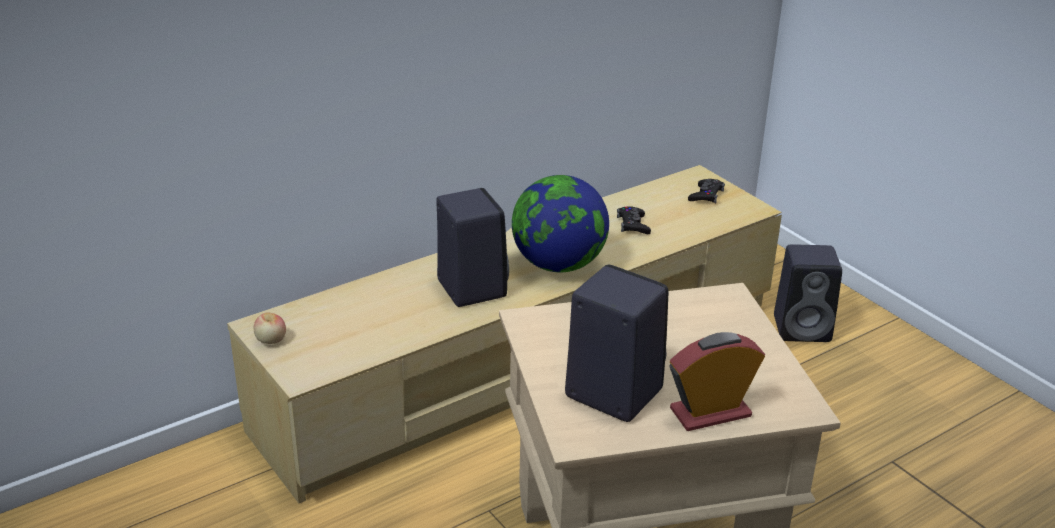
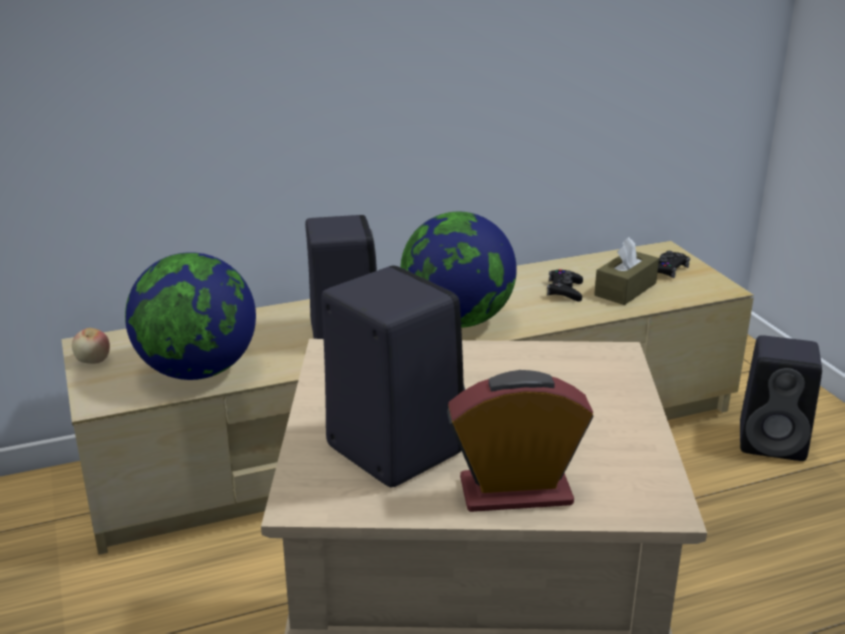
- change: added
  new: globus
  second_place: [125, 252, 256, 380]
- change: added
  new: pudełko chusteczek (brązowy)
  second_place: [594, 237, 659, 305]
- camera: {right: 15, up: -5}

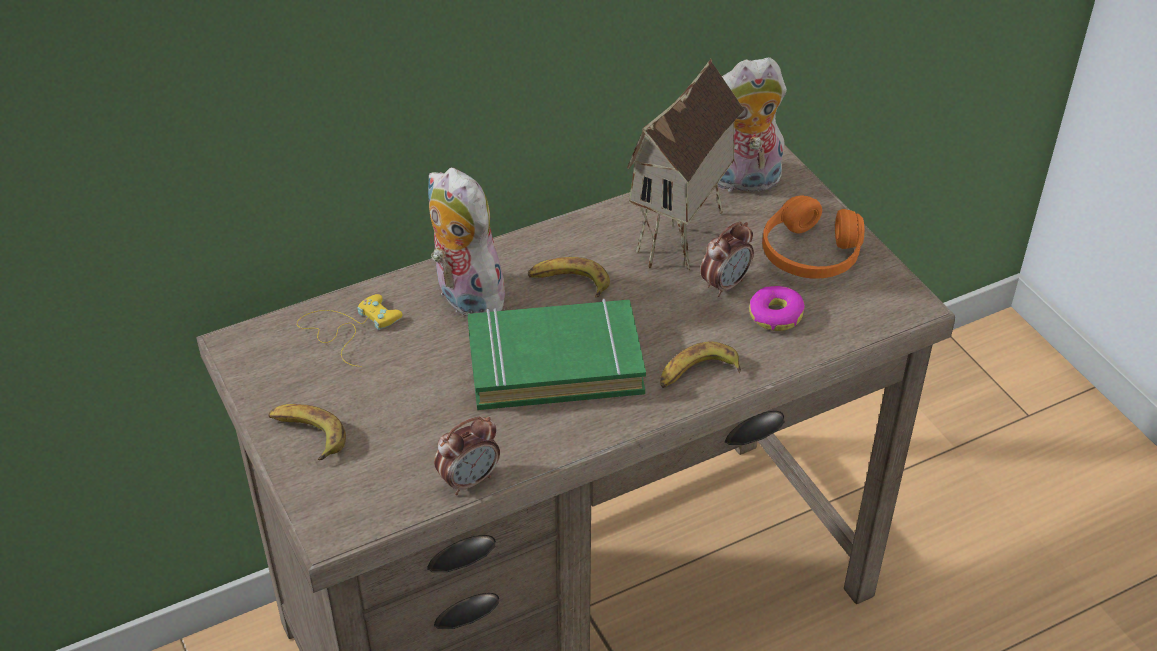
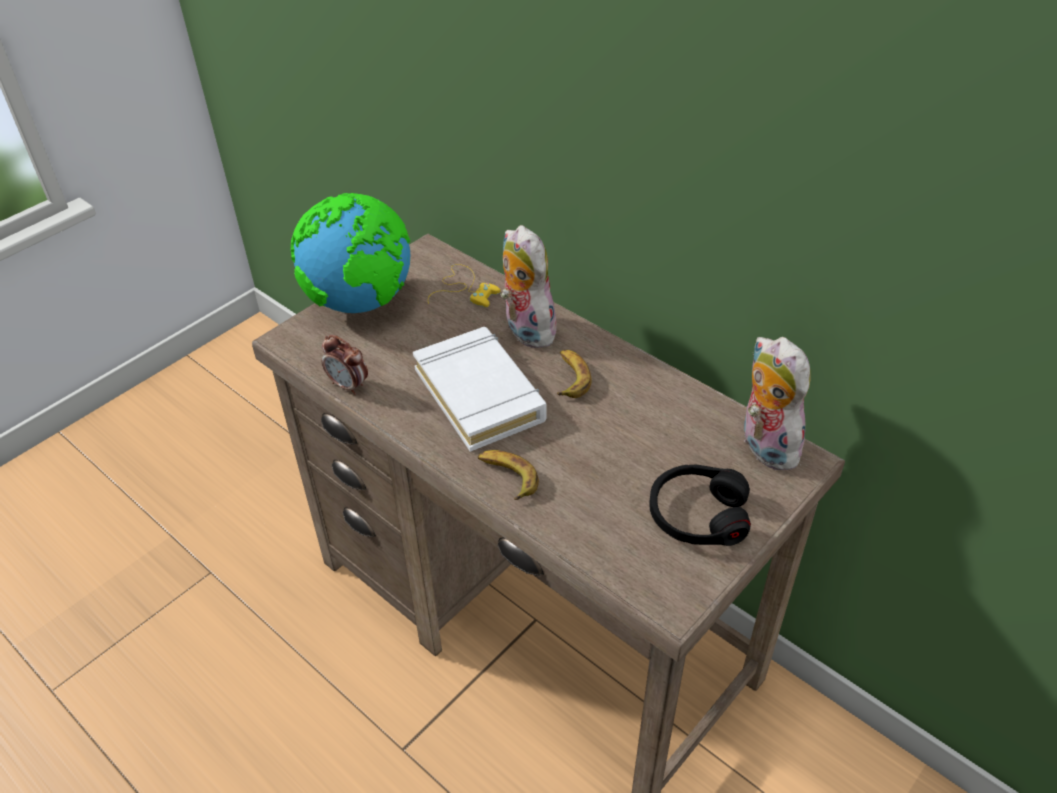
- change: removed
  old: domek
  first_place: [627, 59, 744, 271]
- change: removed
  old: budzik
  first_place: [701, 221, 754, 297]
- change: removed
  old: donut
  first_place: [749, 286, 805, 331]
- change: replaced
  old: banan
  new: globus
  first_place: [268, 404, 346, 460]
  second_place: [291, 193, 410, 313]
- change: recoloured
  old: książka (zielony)
  new: książka (biały)
  first_place: [468, 298, 646, 410]
  second_place: [413, 327, 546, 452]
- change: recoloured
  old: słuchawki (pomarańczowy)
  new: słuchawki (czarny)
  first_place: [762, 195, 864, 279]
  second_place: [649, 464, 751, 546]
- change: turned
  old: pluszak
  first_place: [428, 168, 512, 317]
  second_place: [500, 225, 560, 348]
  degrees: -60
- camera: {right: 70, up: 0}

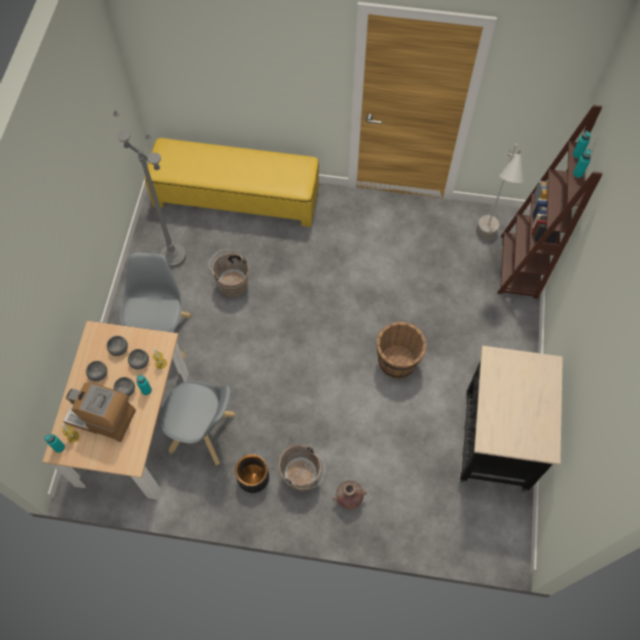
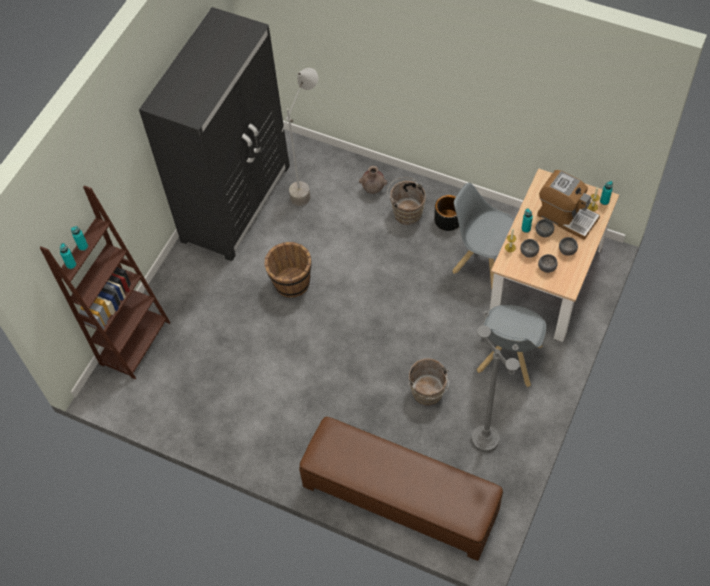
- change: moved
  old: lampa stojąca (szary)
  first_place: [476, 144, 524, 240]
  second_place: [282, 68, 318, 206]
- change: replaced
  old: wózek (czarny)
  new: szafka (czarny)
  first_place: [458, 346, 563, 492]
  second_place: [139, 7, 290, 261]
- change: recoloured
  old: ławka (żółty)
  new: ławka (brązowy)
  first_place: [145, 138, 319, 227]
  second_place: [299, 417, 503, 561]
- camera: {right: -160, up: -5}

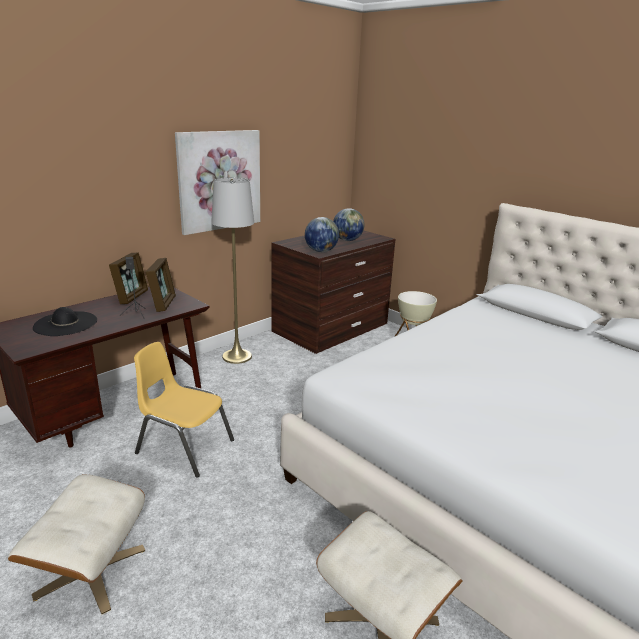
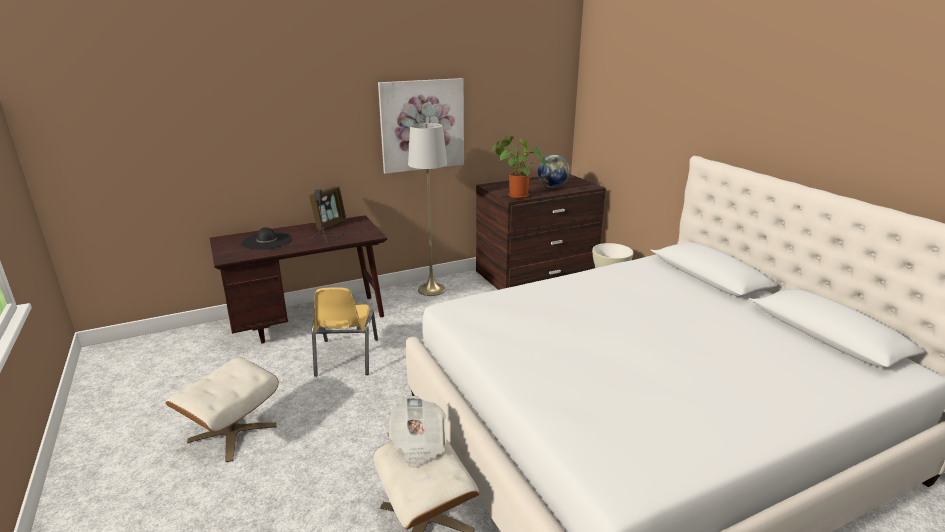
- change: removed
  old: ramka na zdjęcie
  first_place: [146, 258, 176, 312]
- change: added
  new: gazeta
  second_place: [387, 396, 447, 468]
- change: replaced
  old: globus
  new: roślina doniczkowa
  first_place: [305, 217, 339, 252]
  second_place: [491, 136, 546, 199]
- change: turned
  old: krzesło (żółty)
  first_place: [134, 342, 234, 478]
  second_place: [312, 287, 378, 377]
  degrees: -135
- camera: {right: 20, up: 0}

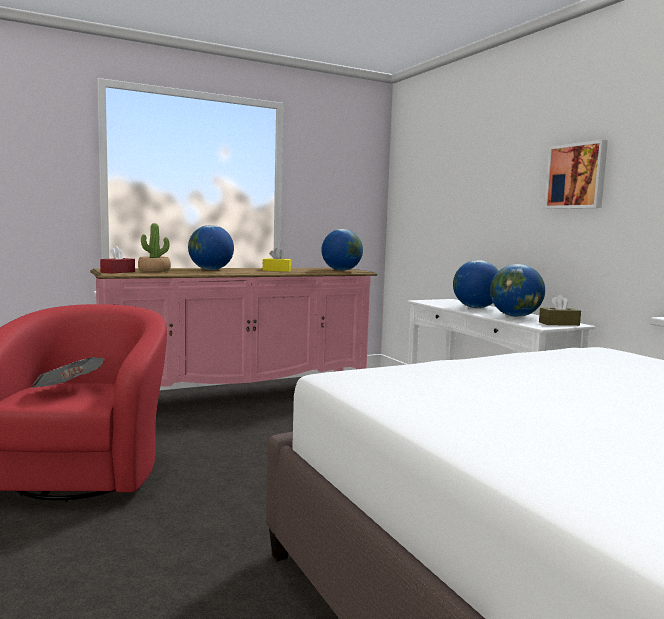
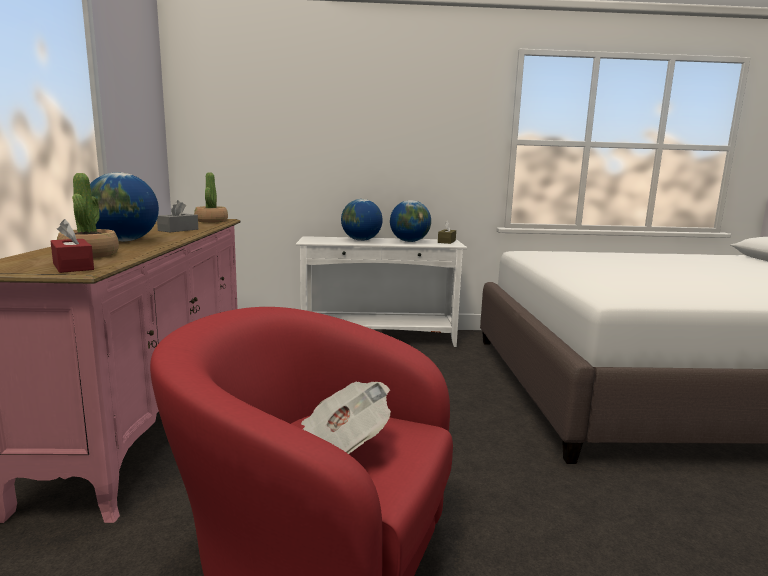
- change: removed
  old: obraz
  first_place: [544, 140, 608, 209]
- change: replaced
  old: globus
  new: roślina doniczkowa
  first_place: [322, 229, 363, 271]
  second_place: [194, 172, 228, 223]
- change: recoloured
  old: pudełko chusteczek (żółty)
  new: pudełko chusteczek (szary)
  first_place: [263, 248, 291, 272]
  second_place: [157, 200, 198, 232]
- camera: {right: -65, up: 5}

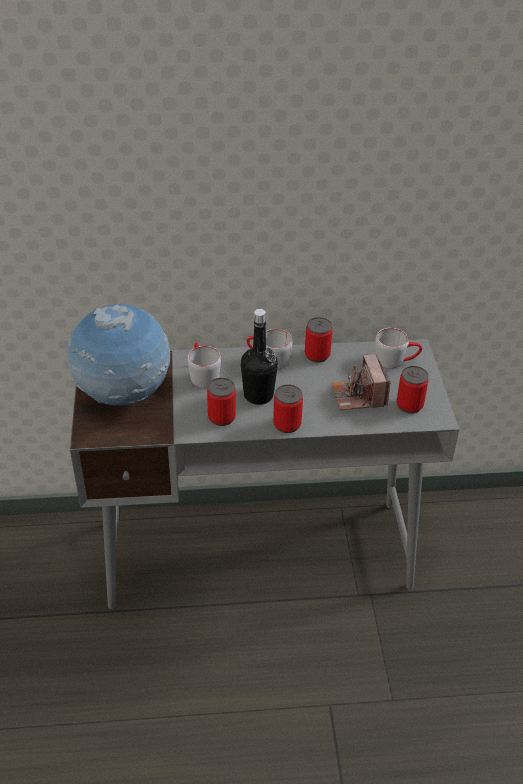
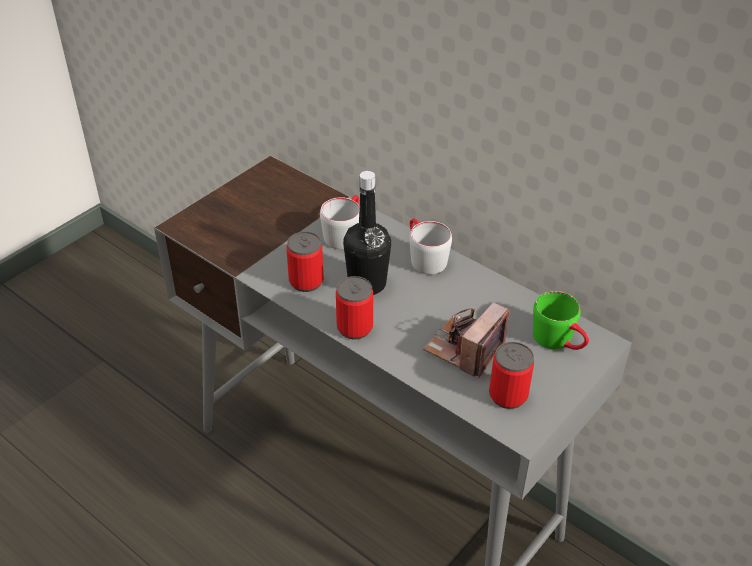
- change: removed
  old: globus
  first_place: [68, 304, 170, 405]
- change: removed
  old: puszka
  first_place: [305, 317, 333, 362]
- change: recoloured
  old: kubek (szary)
  new: kubek (zielony)
  first_place: [375, 328, 422, 369]
  second_place: [533, 291, 589, 350]
- camera: {right: 45, up: 0}

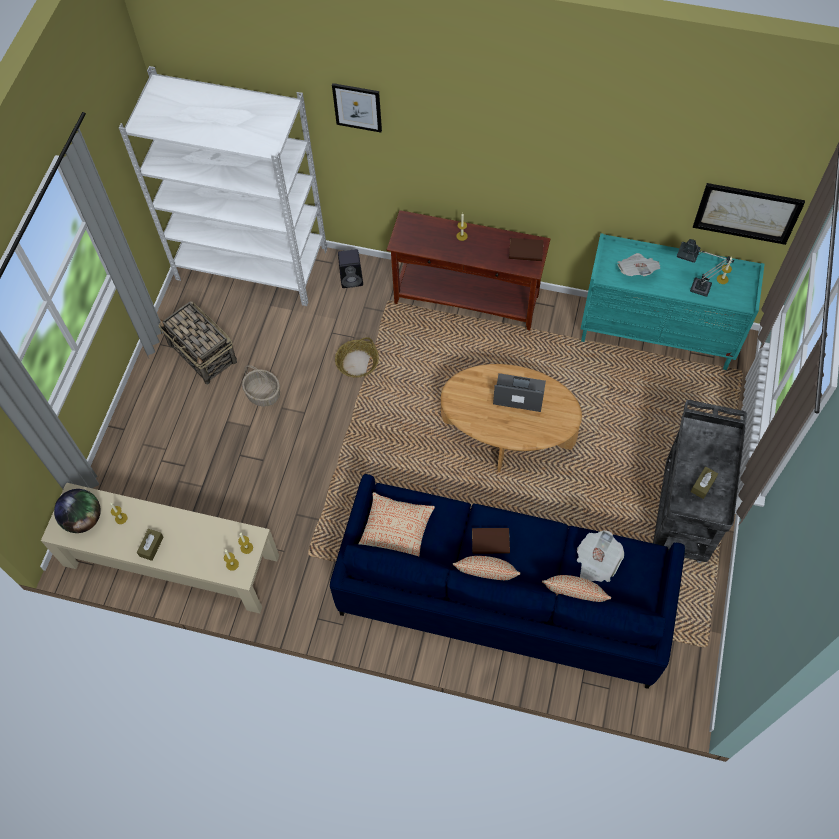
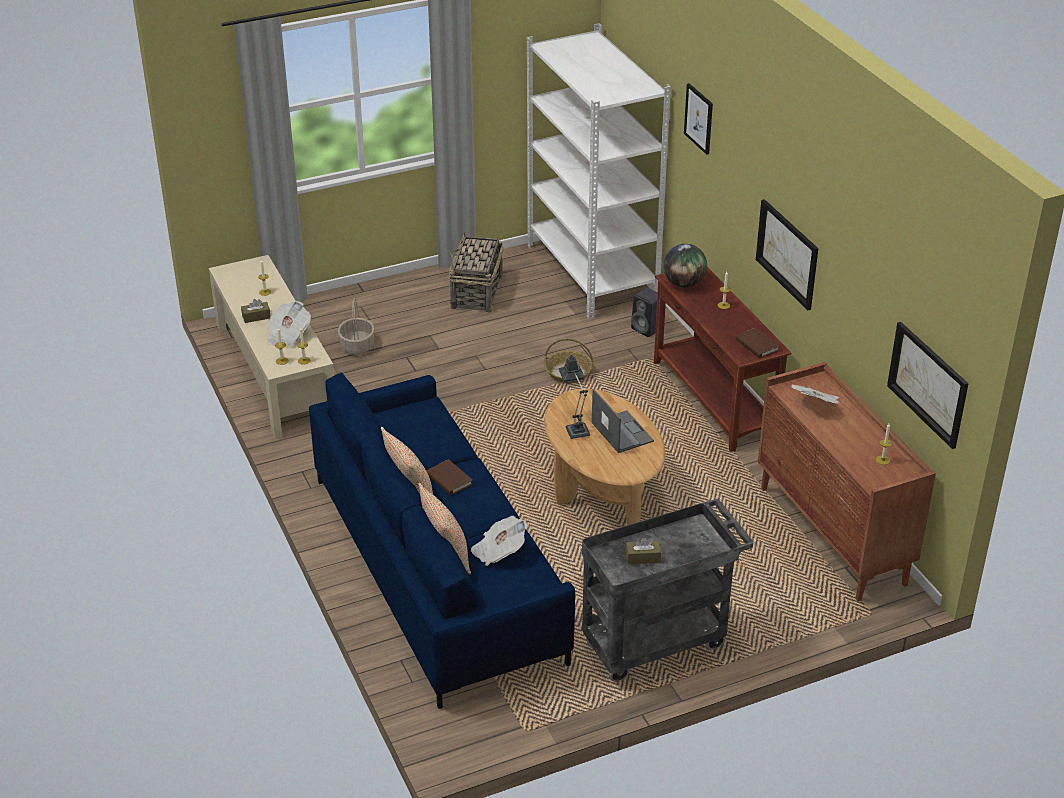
- change: removed
  old: poduszka (beżowy)
  first_place: [358, 492, 435, 556]
- change: added
  new: gazeta
  second_place: [267, 301, 311, 346]
- change: added
  new: obraz
  second_place: [756, 199, 818, 310]
- change: moved
  old: globus
  first_place: [54, 489, 101, 533]
  second_place: [663, 244, 707, 288]
- change: moved
  old: koszyk
  first_place: [242, 365, 280, 407]
  second_place: [338, 298, 374, 355]
- change: moved
  old: lampa stołowa
  first_place: [677, 239, 734, 297]
  second_place: [559, 356, 590, 439]
- change: recoloured
  old: szafka (turkusowy)
  new: szafka (brązowy)
  first_place: [580, 233, 765, 370]
  second_place: [758, 362, 936, 601]
- camera: {right: 50, up: -25}

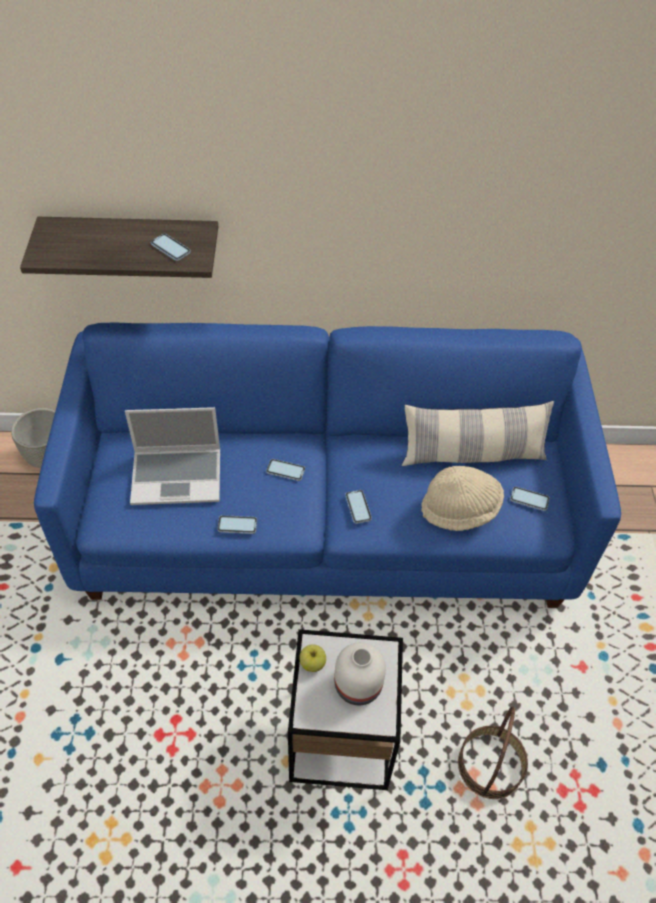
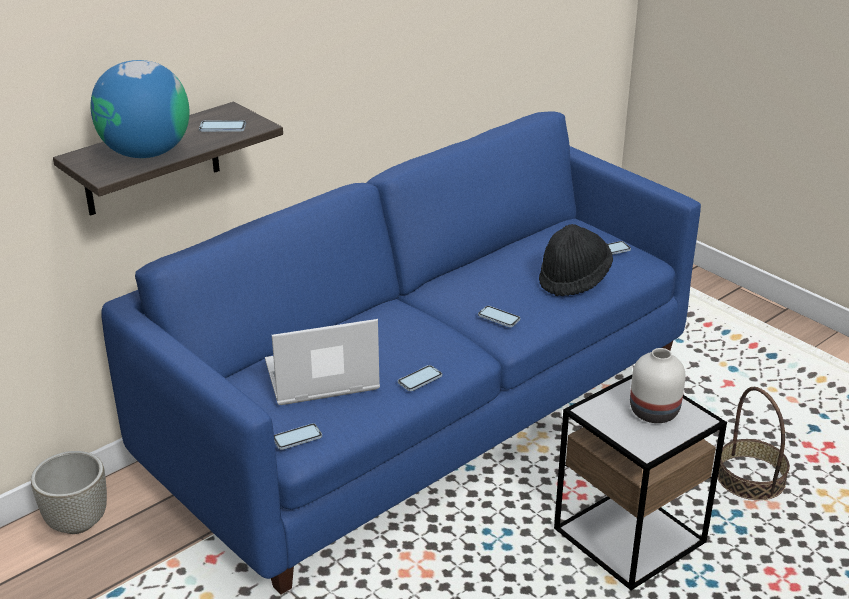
- change: removed
  old: jabłko
  first_place: [299, 644, 326, 672]
- change: removed
  old: poduszka
  first_place: [402, 401, 554, 466]
- change: added
  new: globus
  second_place: [90, 60, 189, 158]
- change: moved
  old: telefon
  first_place: [266, 459, 305, 481]
  second_place: [274, 423, 322, 450]
- change: recoloured
  old: kapelusz (beżowy)
  new: kapelusz (czarny)
  first_place: [421, 466, 504, 531]
  second_place: [539, 224, 613, 296]
- change: turned
  old: laptop
  first_place: [125, 407, 220, 505]
  second_place: [265, 319, 380, 405]
  degrees: -150
- camera: {right: -40, up: -20}

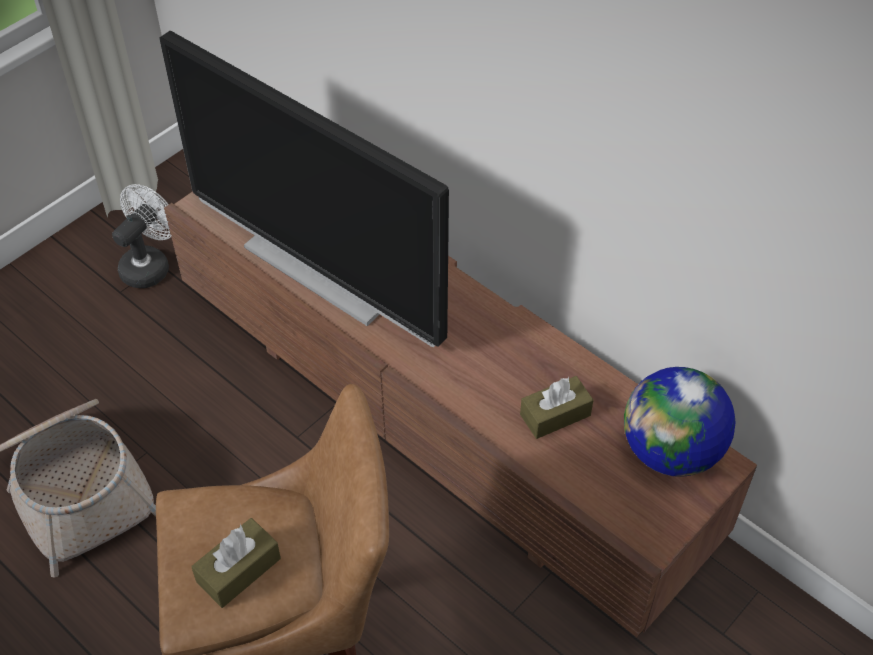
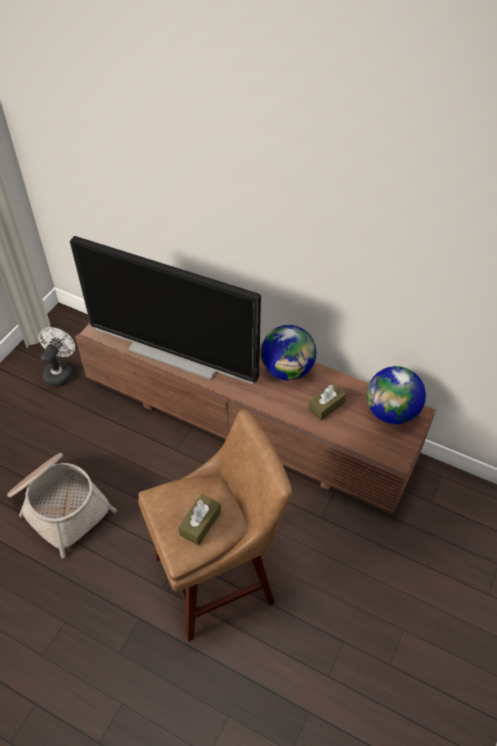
- change: added
  new: globus
  second_place: [261, 325, 316, 380]
- camera: {right: -15, up: 0}

